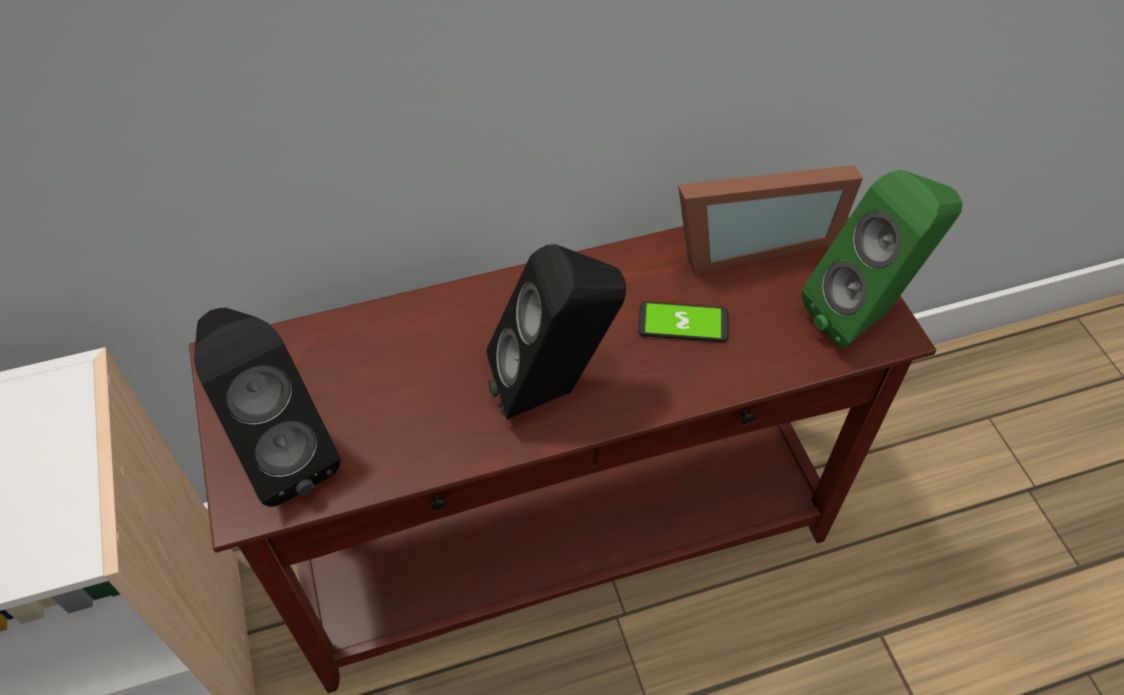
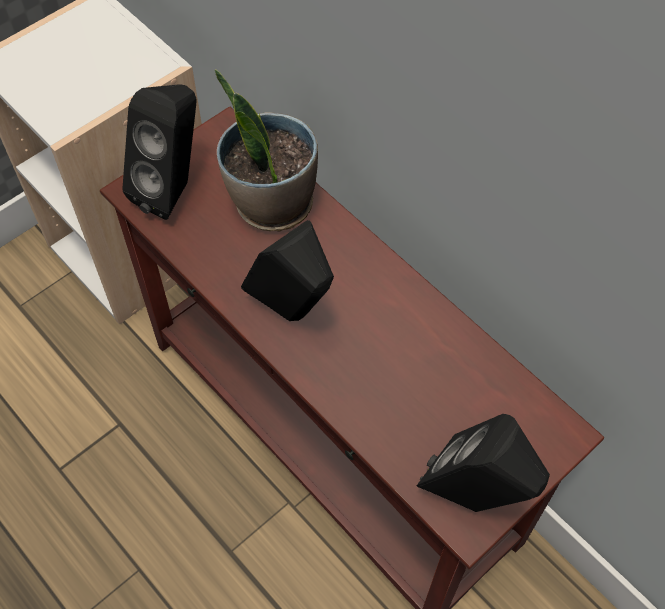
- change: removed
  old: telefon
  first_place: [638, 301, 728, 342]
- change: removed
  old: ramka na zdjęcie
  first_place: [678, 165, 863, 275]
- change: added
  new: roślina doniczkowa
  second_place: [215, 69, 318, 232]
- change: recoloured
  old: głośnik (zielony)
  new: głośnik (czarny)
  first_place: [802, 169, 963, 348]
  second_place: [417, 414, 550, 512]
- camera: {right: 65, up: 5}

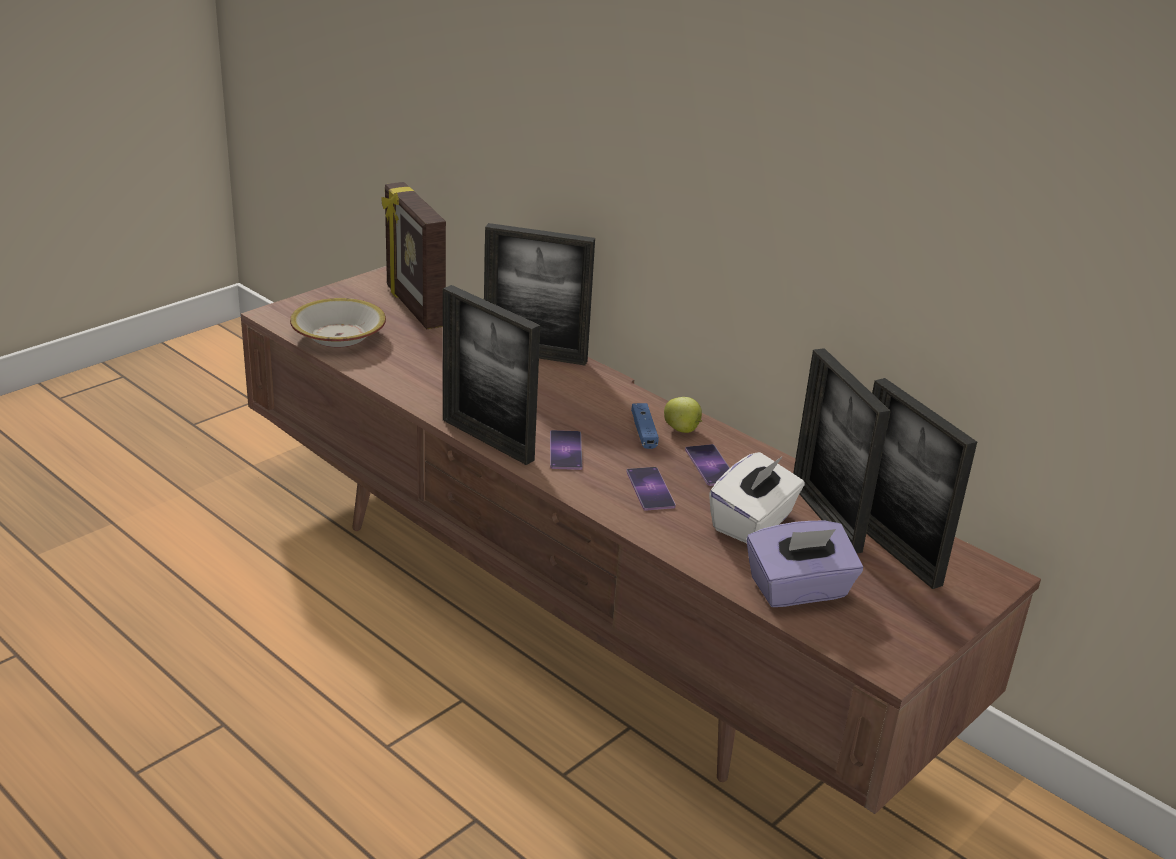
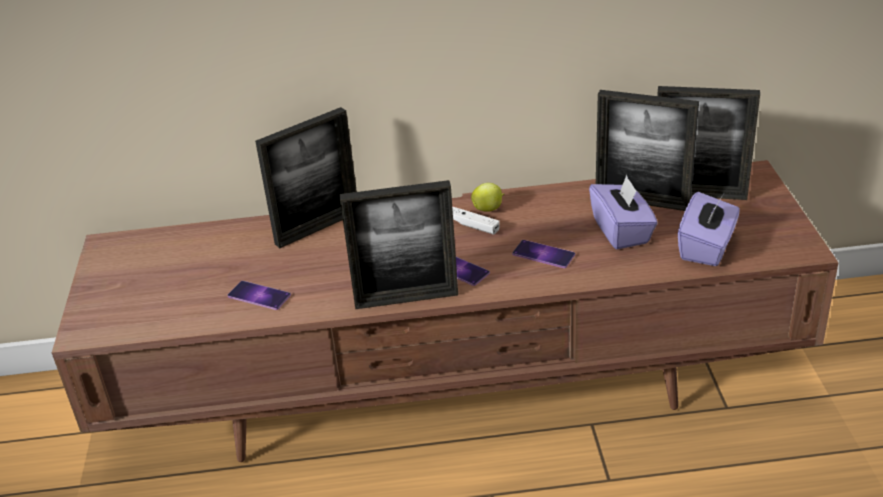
- change: removed
  old: miska
  first_place: [290, 298, 386, 347]
- change: removed
  old: ramka na zdjęcie
  first_place: [382, 182, 446, 329]
- change: moved
  old: telefon
  first_place: [685, 444, 730, 486]
  second_place: [228, 281, 291, 310]
- change: recoloured
  old: pad do gier (niebieski)
  new: pad do gier (biały)
  first_place: [631, 403, 659, 449]
  second_place: [452, 207, 500, 235]
- change: recoloured
  old: pudełko chusteczek (biały)
  new: pudełko chusteczek (fioletowy)
  first_place: [709, 452, 805, 543]
  second_place: [589, 175, 658, 249]
- camera: {right: -45, up: 5}

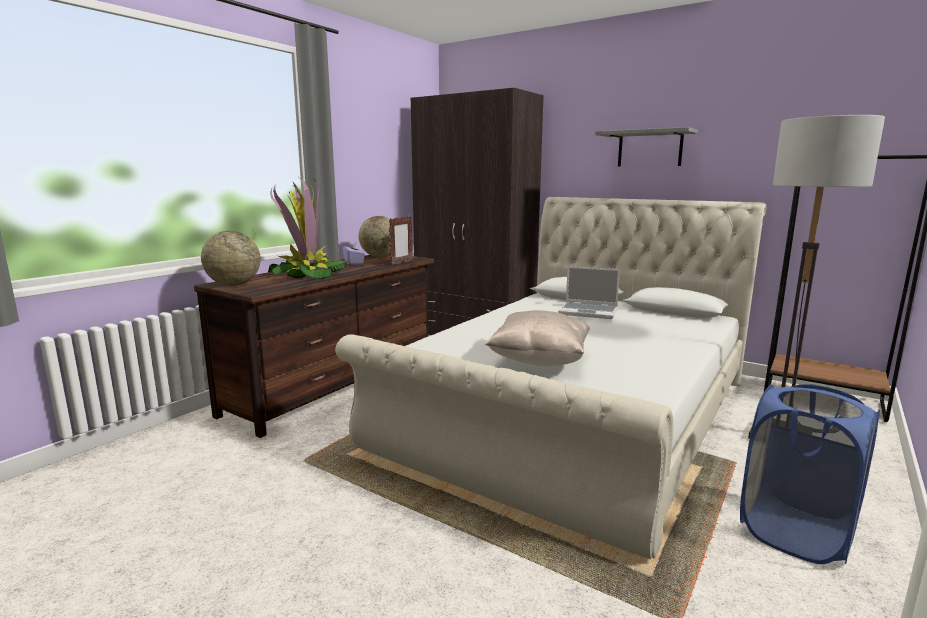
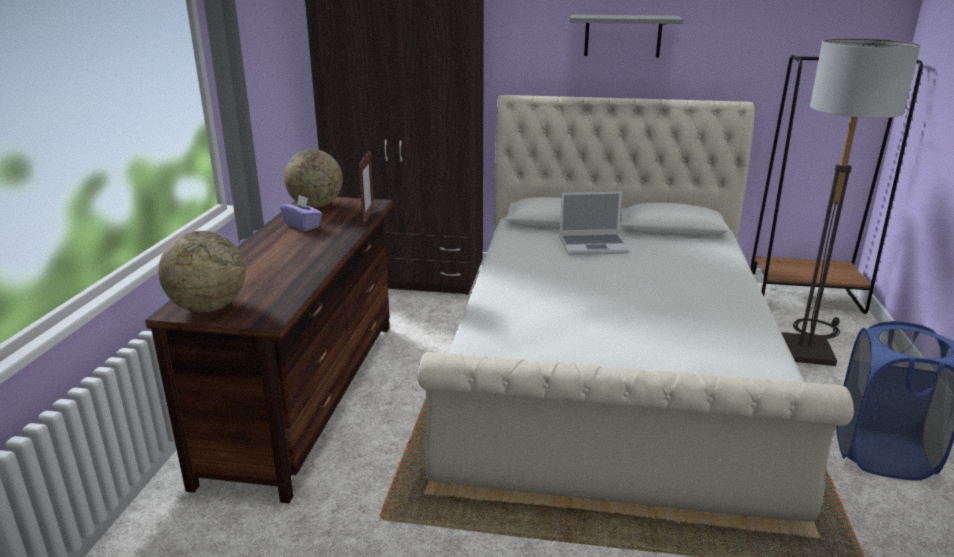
- change: removed
  old: roślina doniczkowa
  first_place: [268, 177, 349, 279]
- change: removed
  old: poduszka (beżowy)
  first_place: [485, 310, 590, 366]
- camera: {right: -25, up: 10}

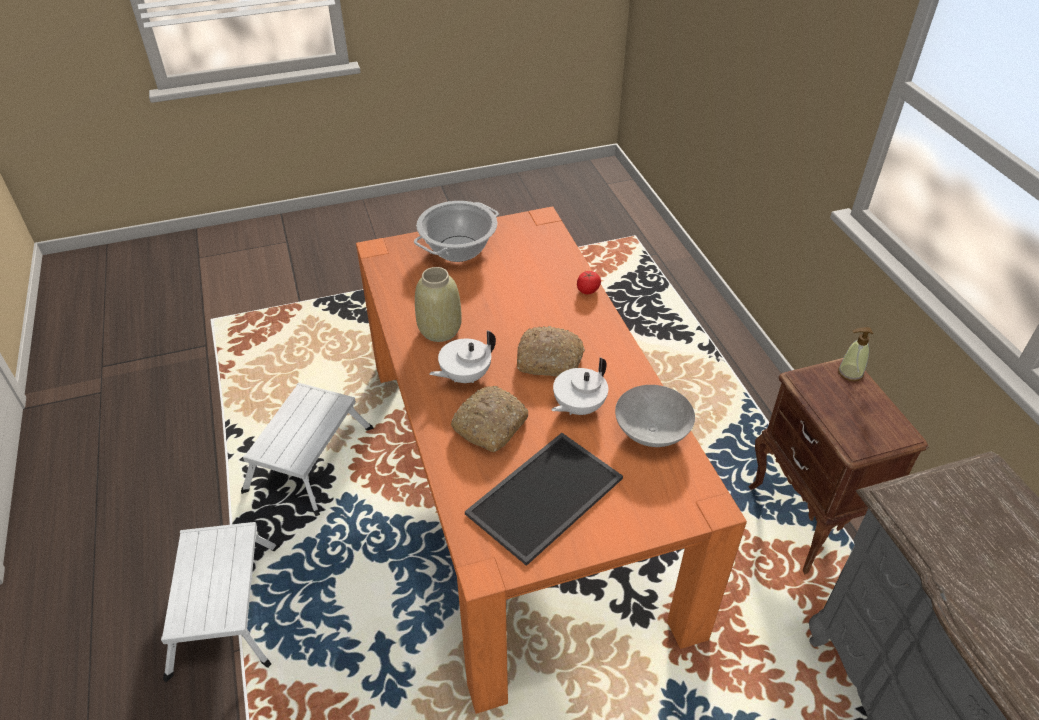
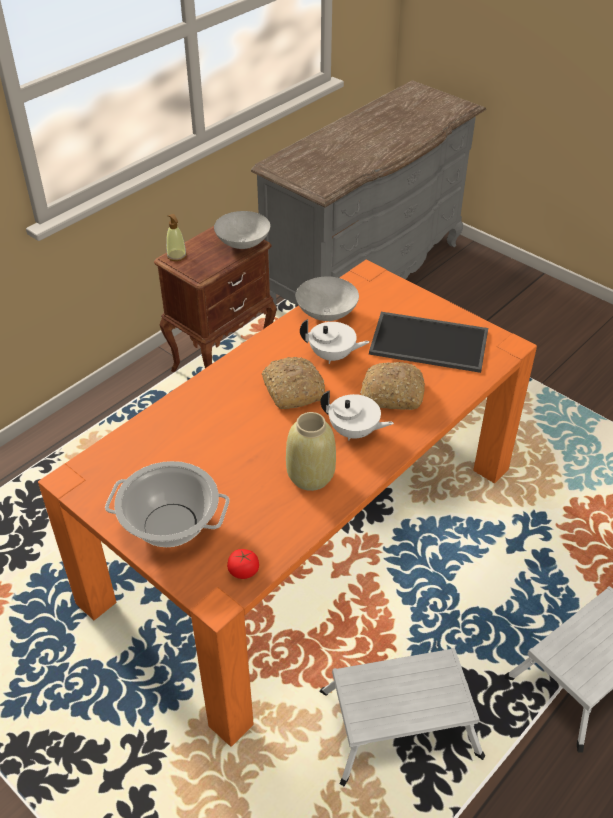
- change: added
  new: miska (szary)
  second_place: [214, 211, 270, 249]
- change: moved
  old: pomidor
  first_place: [577, 271, 601, 294]
  second_place: [227, 549, 259, 579]
- camera: {right: -120, up: 0}

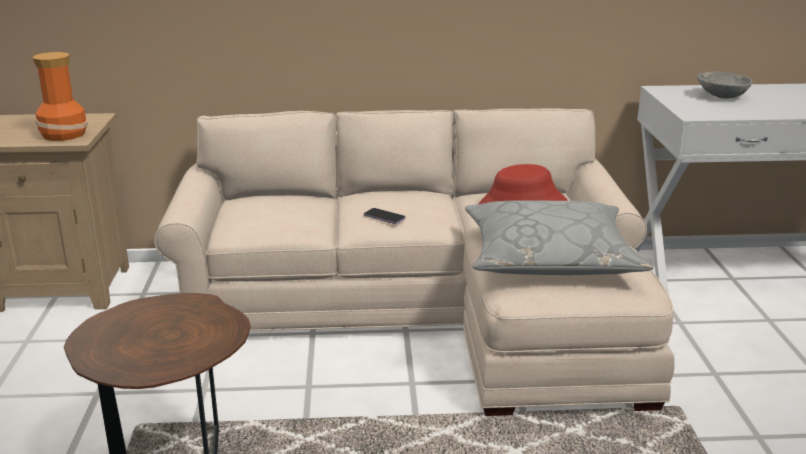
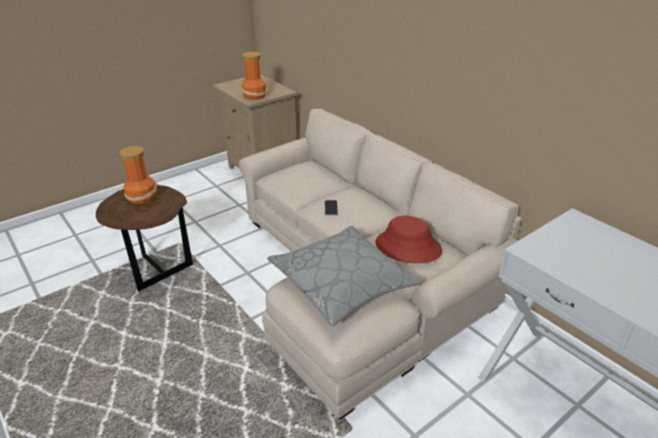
- change: removed
  old: miska (szary)
  first_place: [697, 72, 753, 99]
- change: added
  new: wazon
  second_place: [120, 146, 157, 204]
- camera: {right: 55, up: 10}

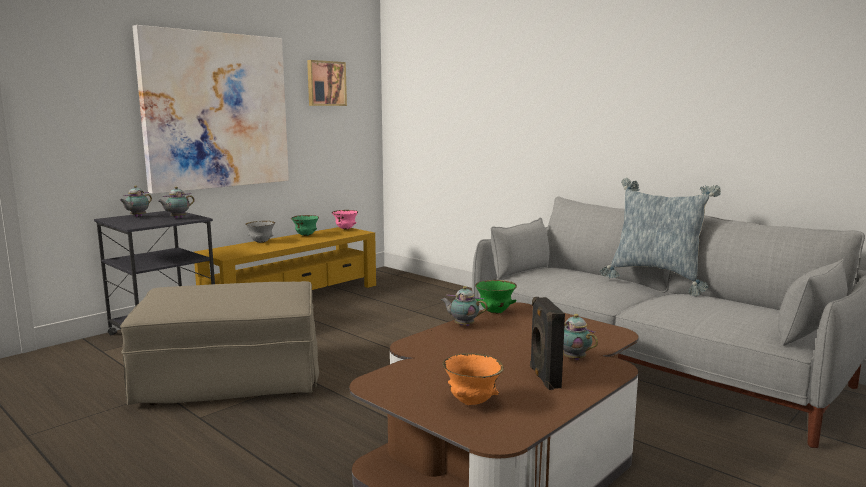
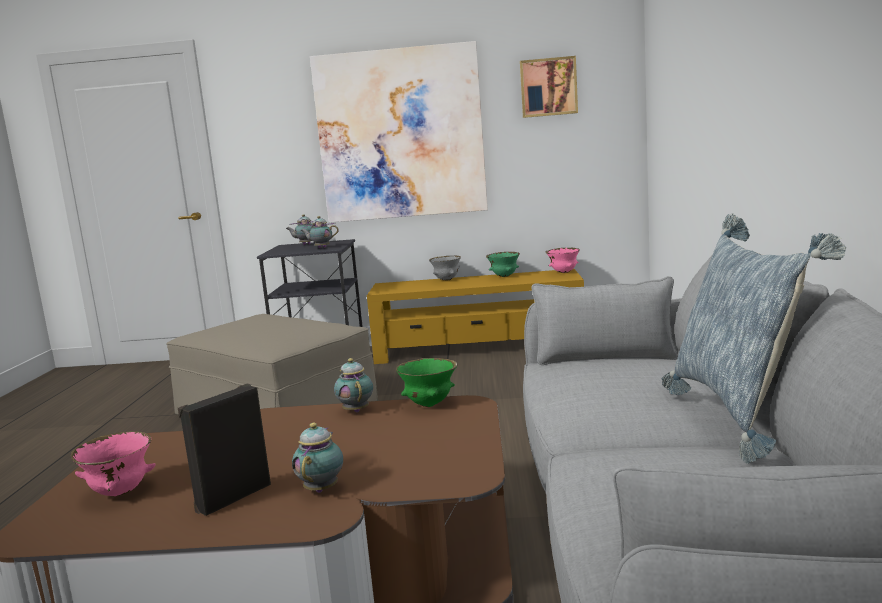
- change: recoloured
  old: miska (pomarańczowy)
  new: miska (różowy)
  first_place: [443, 353, 504, 405]
  second_place: [71, 431, 156, 496]
- camera: {right: 50, up: 0}

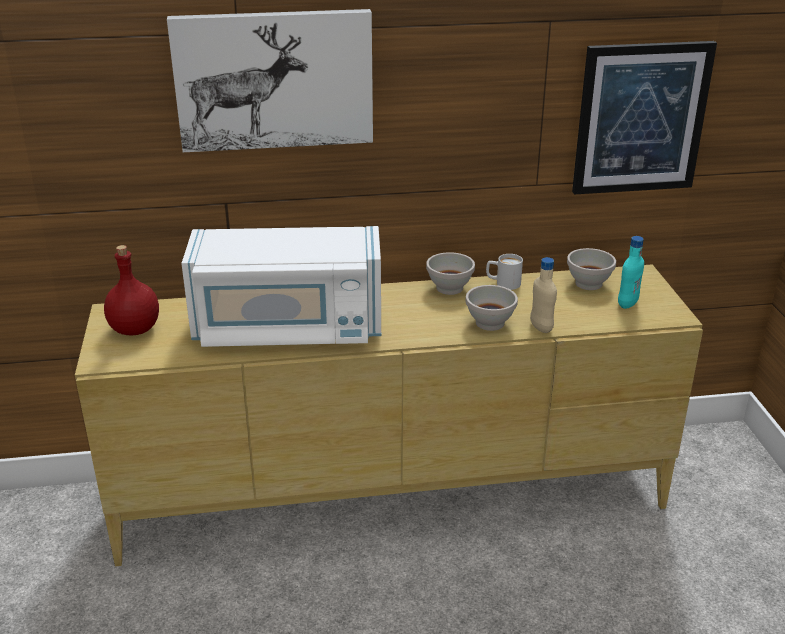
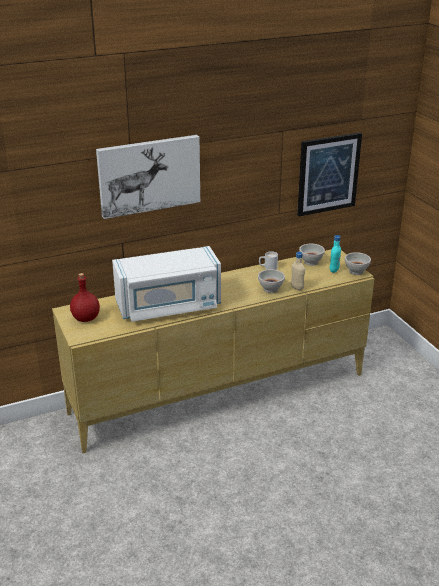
- change: moved
  old: miska (biały)
  first_place: [426, 252, 475, 295]
  second_place: [345, 252, 371, 275]
- camera: {right: -15, up: 0}

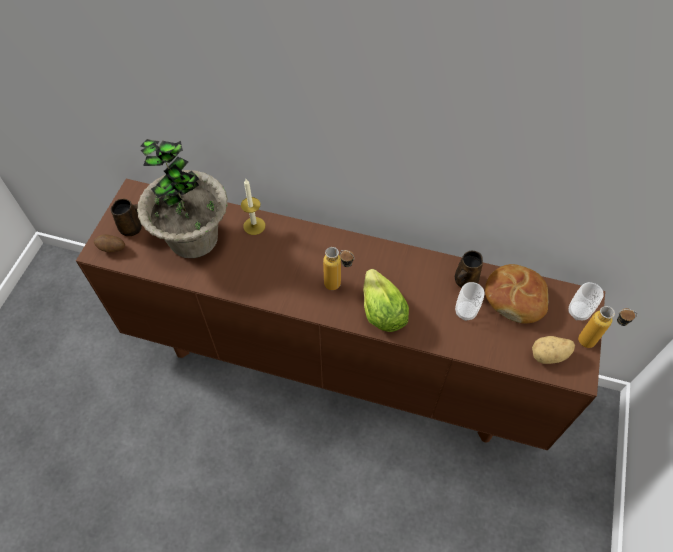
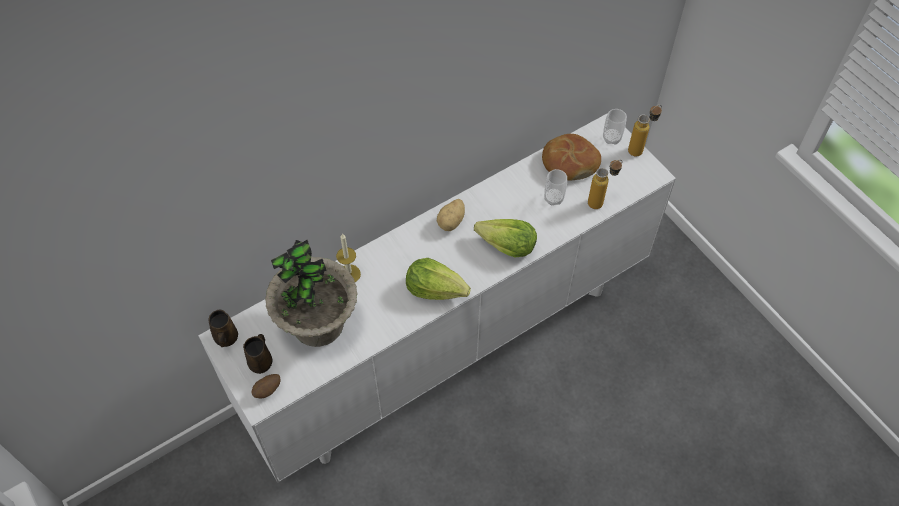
- change: added
  new: sałata
  second_place: [406, 258, 471, 300]
- change: moved
  old: butelka
  first_place: [323, 247, 354, 290]
  second_place: [588, 160, 622, 209]
- change: moved
  old: kubek (brązowy)
  first_place: [455, 251, 483, 288]
  second_place: [209, 310, 238, 347]
- change: moved
  old: ziemniak
  first_place: [532, 336, 575, 364]
  second_place: [437, 199, 465, 231]
- change: recoloured
  old: szafka (brązowy)
  new: szafka (biały)
  first_place: [76, 179, 605, 450]
  second_place: [198, 113, 676, 483]
- camera: {right: -50, up: 0}

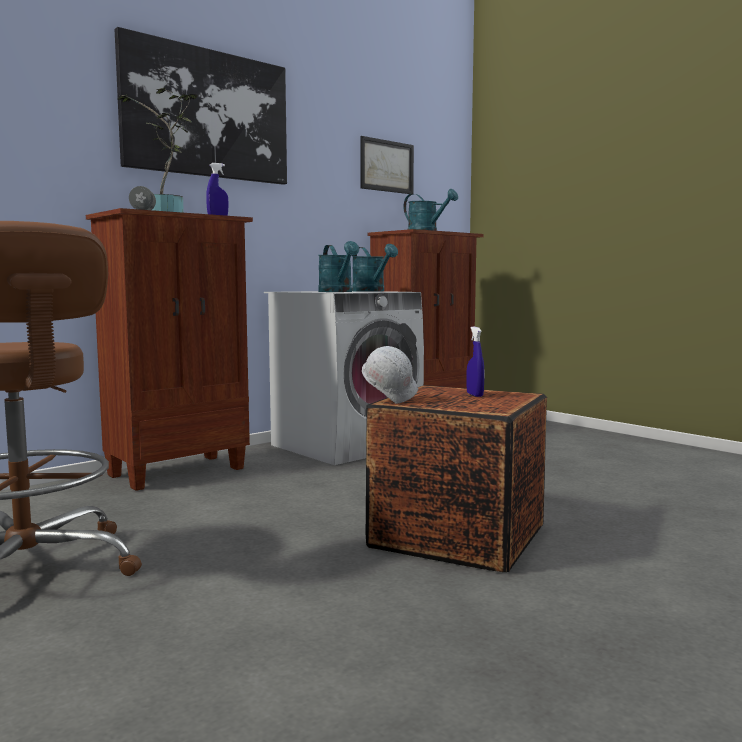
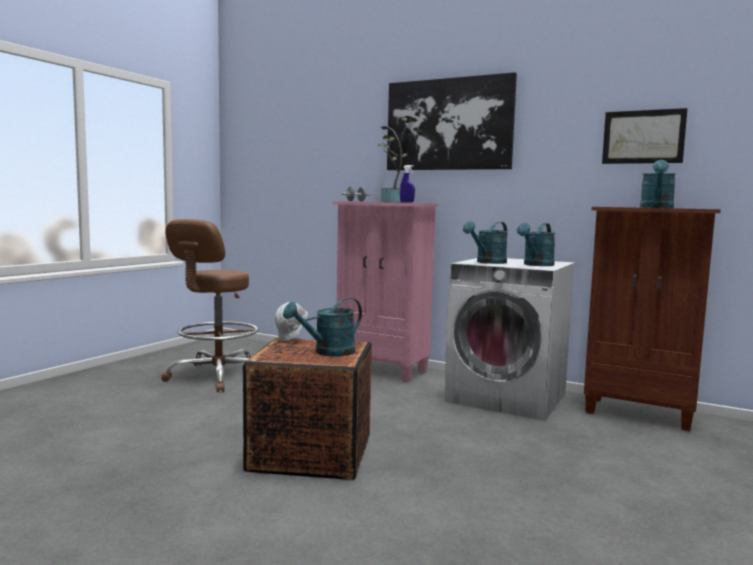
- change: replaced
  old: spryskiwacz (niebieski)
  new: konewka (turkusowy)
  first_place: [466, 327, 484, 397]
  second_place: [283, 298, 362, 356]
- change: recoloured
  old: szafka (brązowy)
  new: szafka (różowy)
  first_place: [86, 208, 253, 491]
  second_place: [332, 201, 438, 382]
- camera: {right: 70, up: 0}

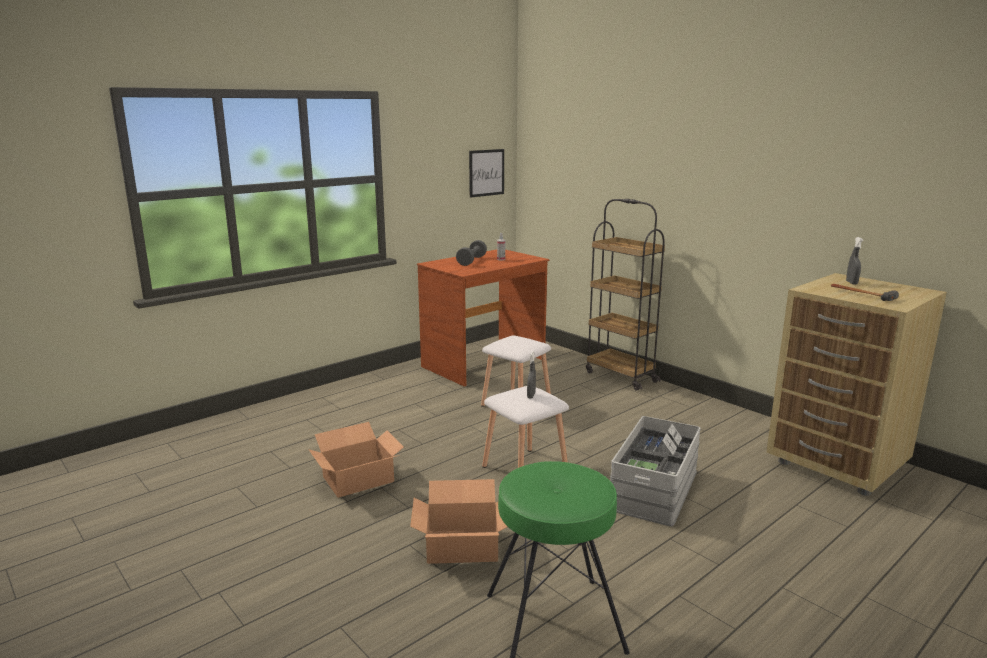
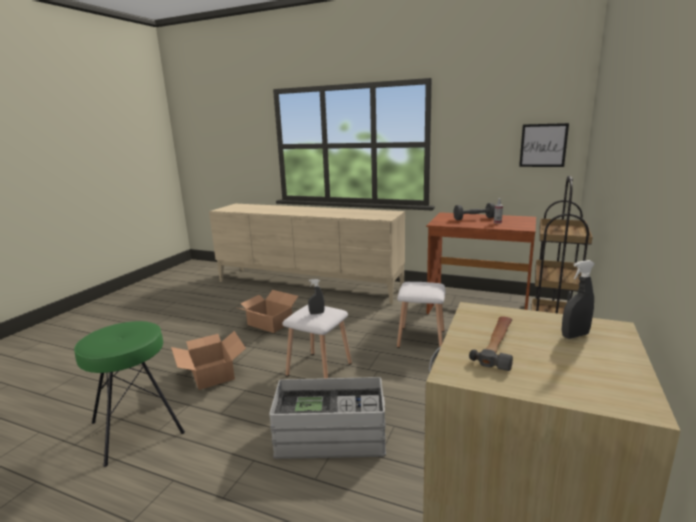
- change: added
  new: szafka (beżowy)
  second_place: [209, 204, 405, 304]
- camera: {right: 65, up: 0}

